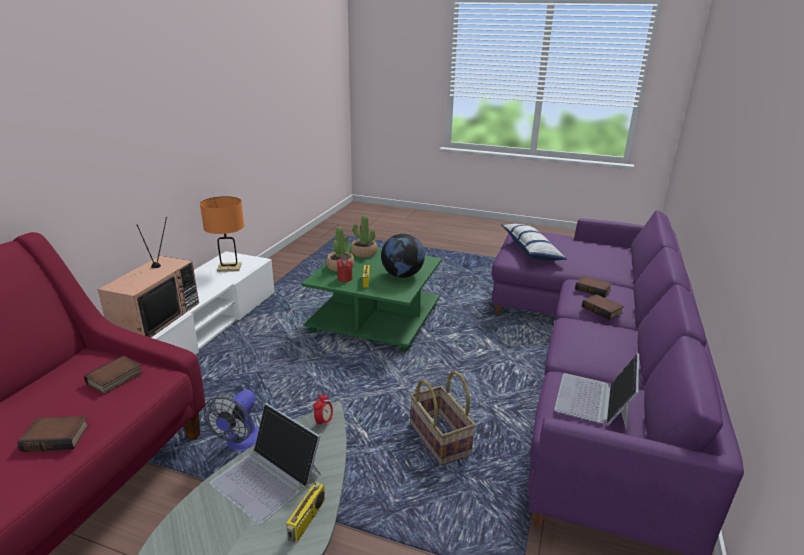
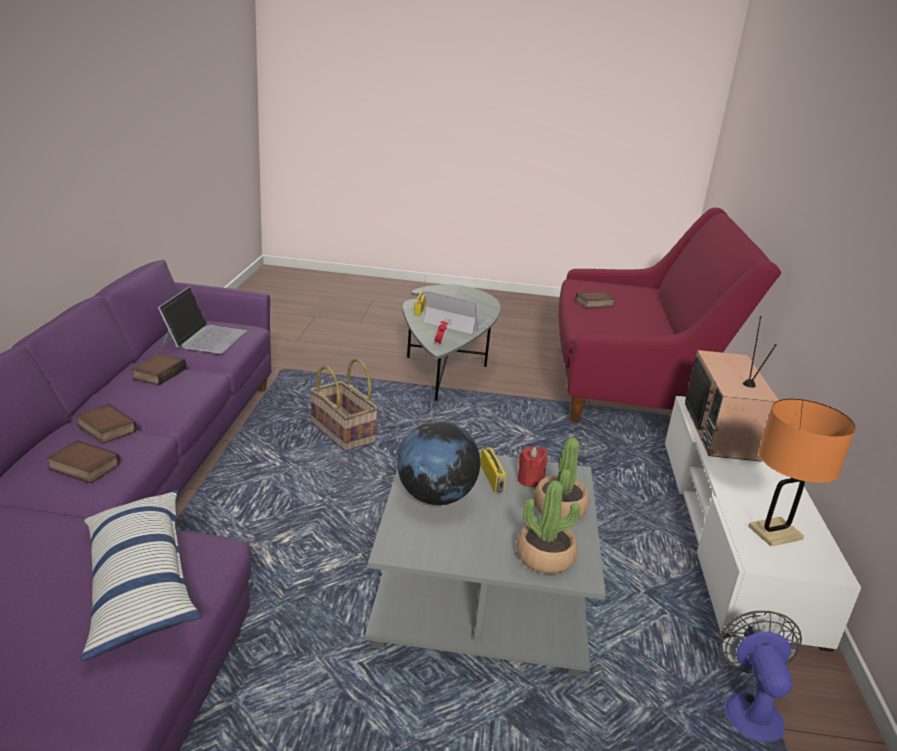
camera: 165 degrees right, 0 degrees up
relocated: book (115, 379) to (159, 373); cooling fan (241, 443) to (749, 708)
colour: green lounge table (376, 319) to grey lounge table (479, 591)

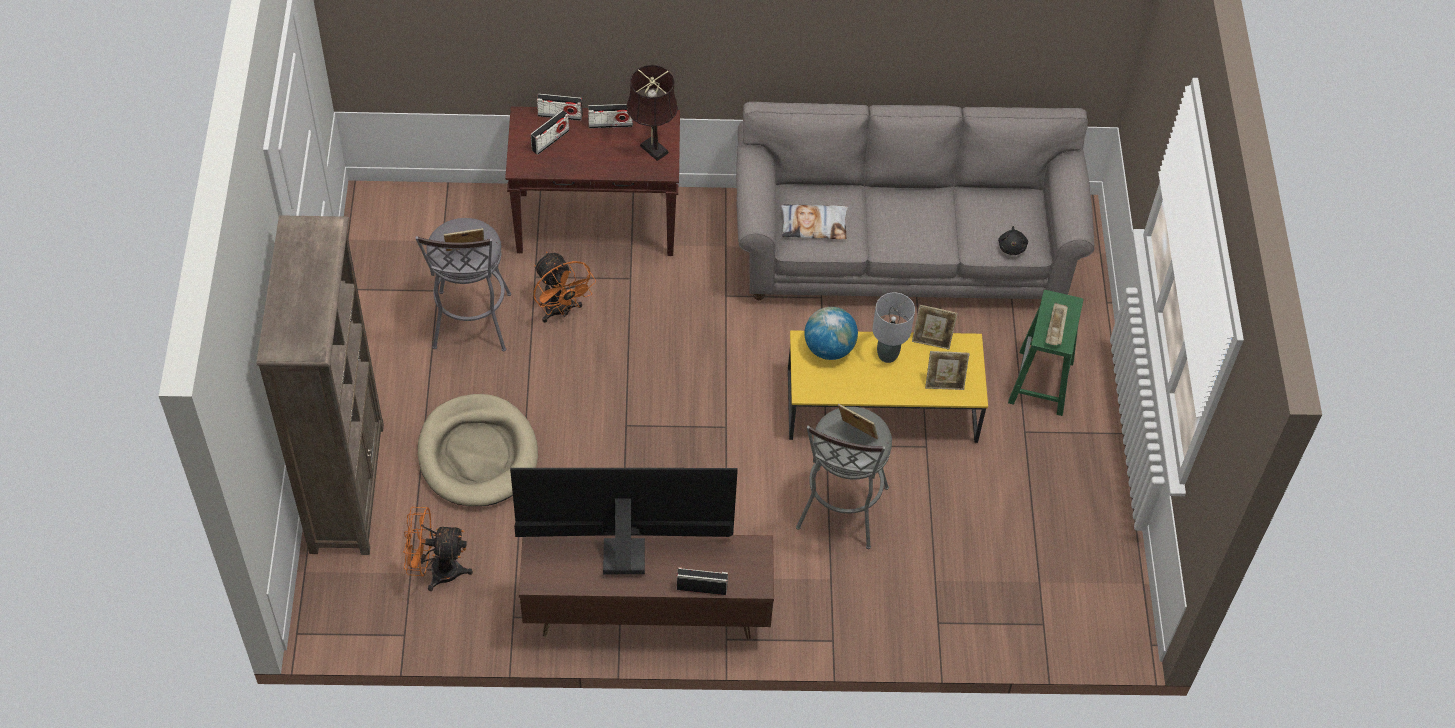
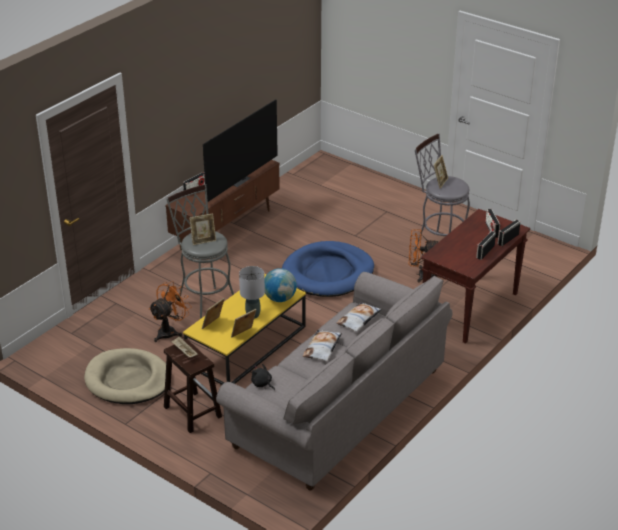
camera: 130 degrees right, 20 degrees down
missing: brown table lamp (652, 147); brown bookshelf (347, 487)
appeared: blue dog bed (328, 273); throw pillow (322, 348)
relocated: sand-coloured dog bed (478, 454) to (128, 380); orange cooling fan (436, 570) to (170, 331)
colour: green sitting stool (1041, 383) to brown sitting stool (192, 411)

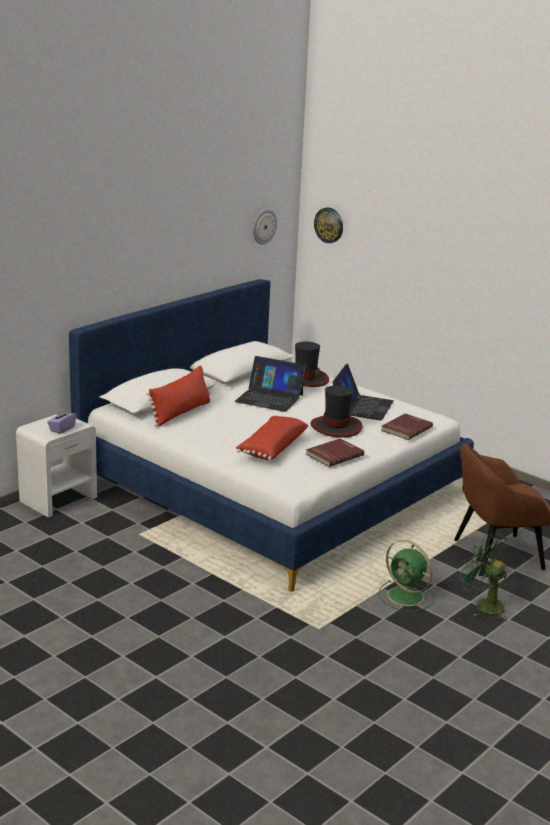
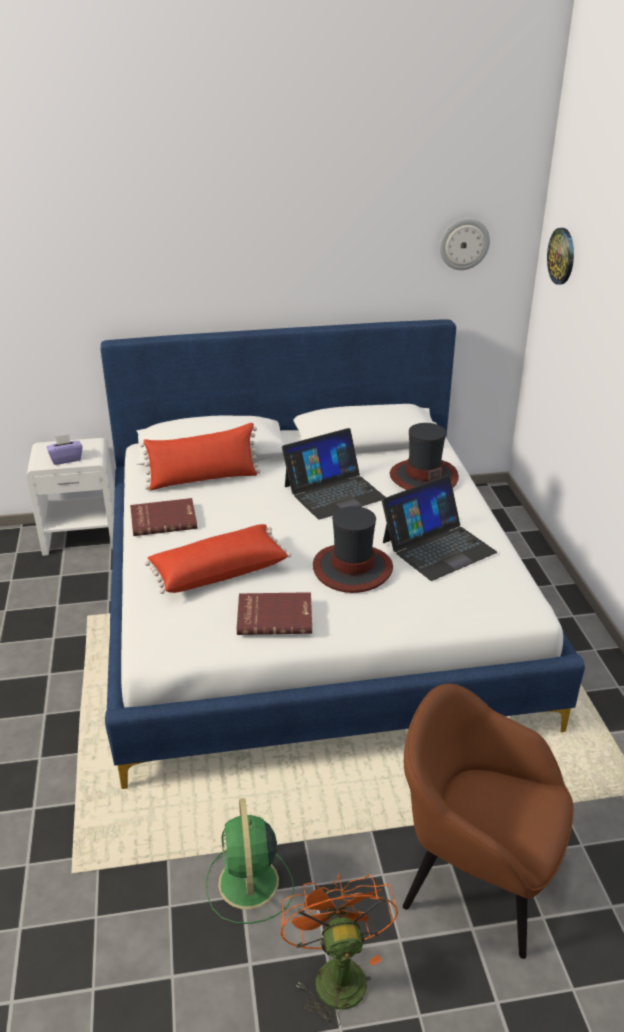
camera: 40 degrees right, 10 degrees up
relocated: red book (405, 428) to (163, 519)
colour: green cooling fan (483, 605) to orange cooling fan (336, 972)
spun: notebook computer (269, 398) = (334, 492) 90 degrees counterclockwise

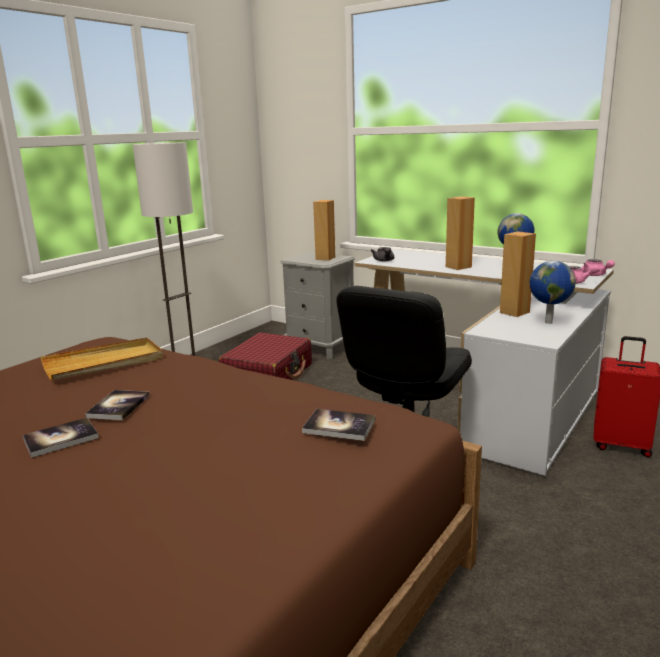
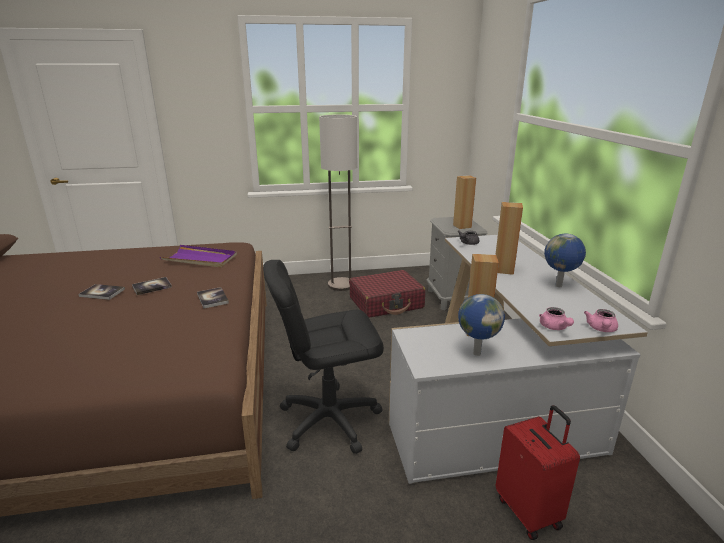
camera: 45 degrees right, 5 degrees up
relocated: book (339, 426) to (212, 298)
colour: sand-coloured tray (104, 363) to purple tray (200, 259)

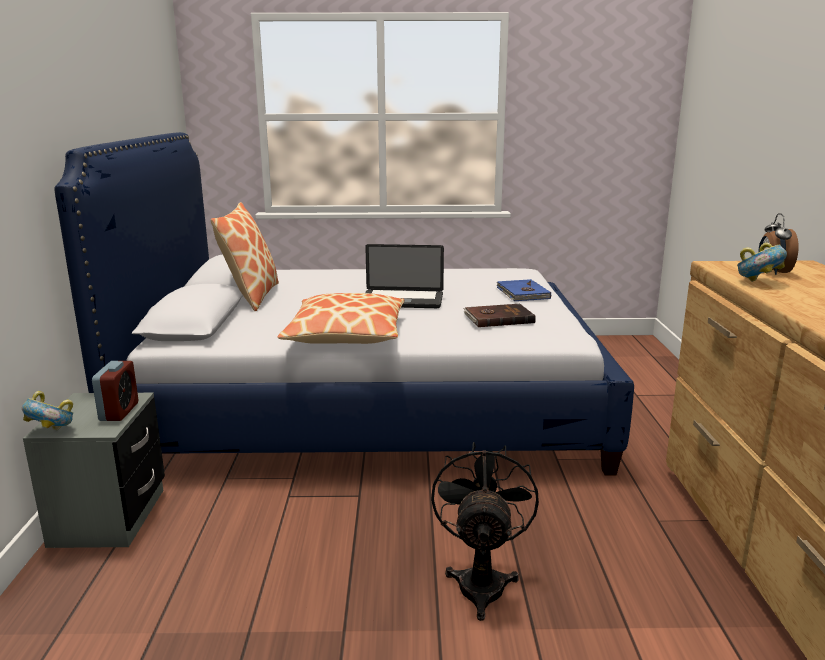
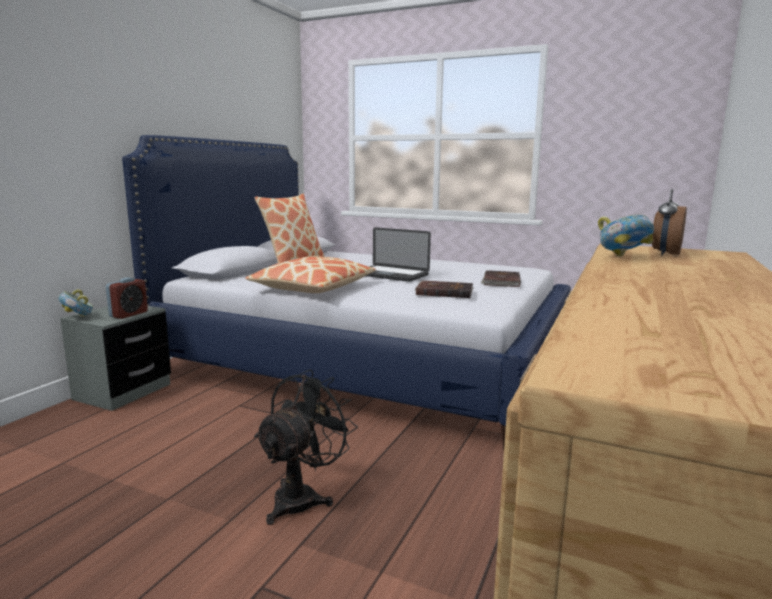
camera: 25 degrees right, 5 degrees down
colour: blue book (522, 293) to brown book (500, 281)

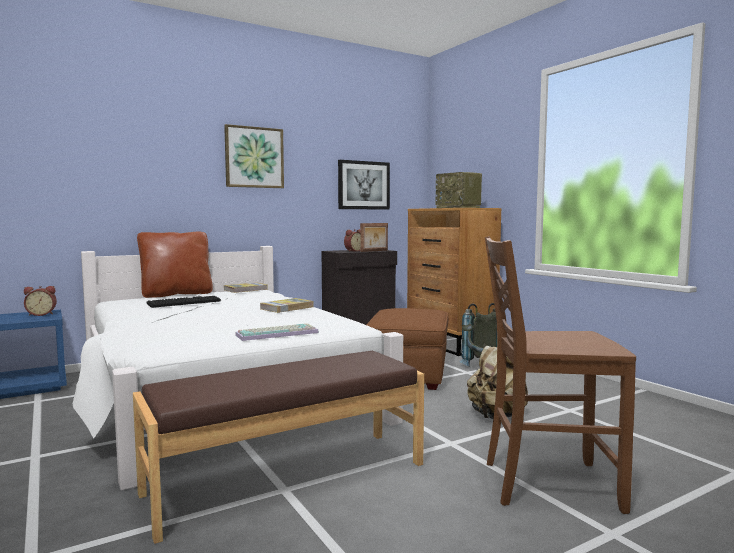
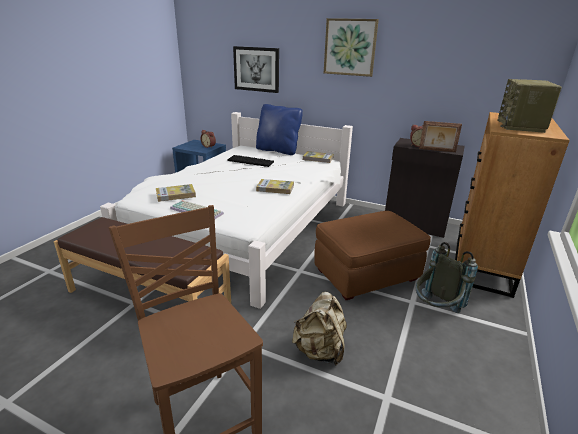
camera: 55 degrees right, 20 degrees up
appeared: book (175, 194)
relocated: picture (363, 185) to (256, 69)
colour: brown throw pillow (176, 294) to blue throw pillow (278, 150)

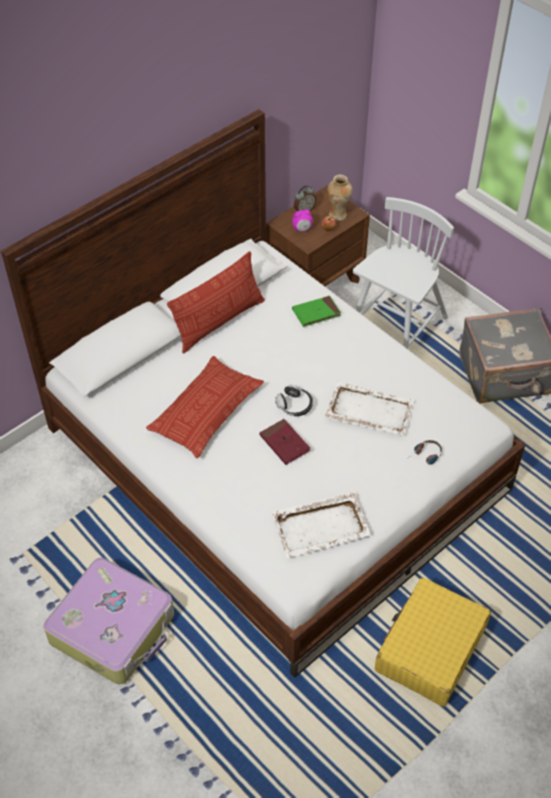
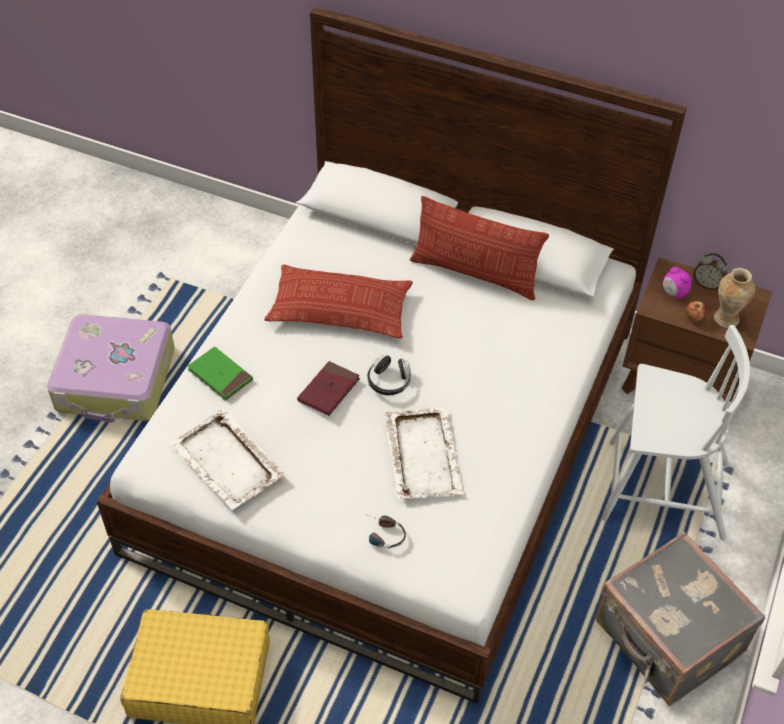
camera: 65 degrees right, 0 degrees up
relocated: green book (316, 313) to (220, 375)

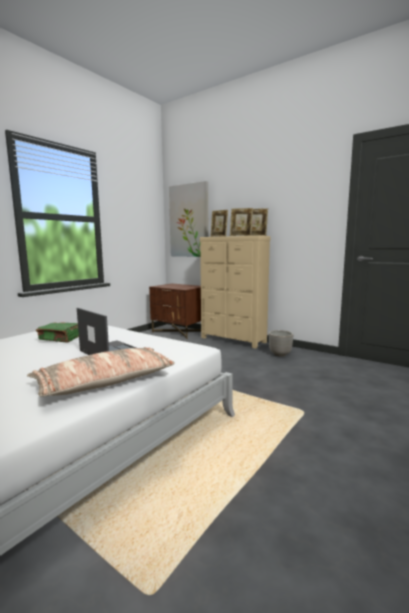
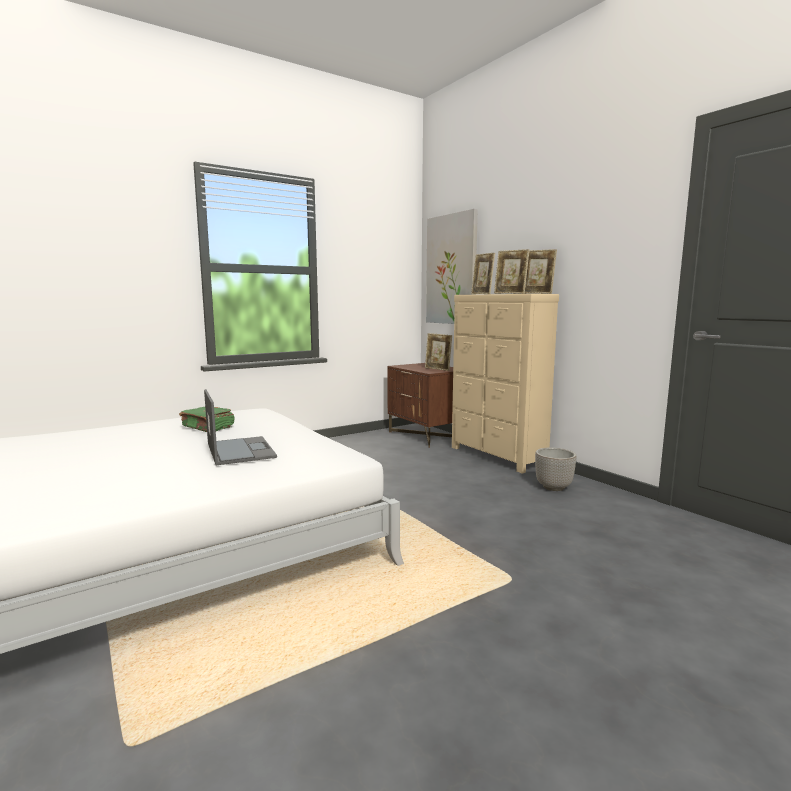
camera: 20 degrees right, 0 degrees up
missing: throw pillow (106, 383)
appeared: picture frame (437, 369)

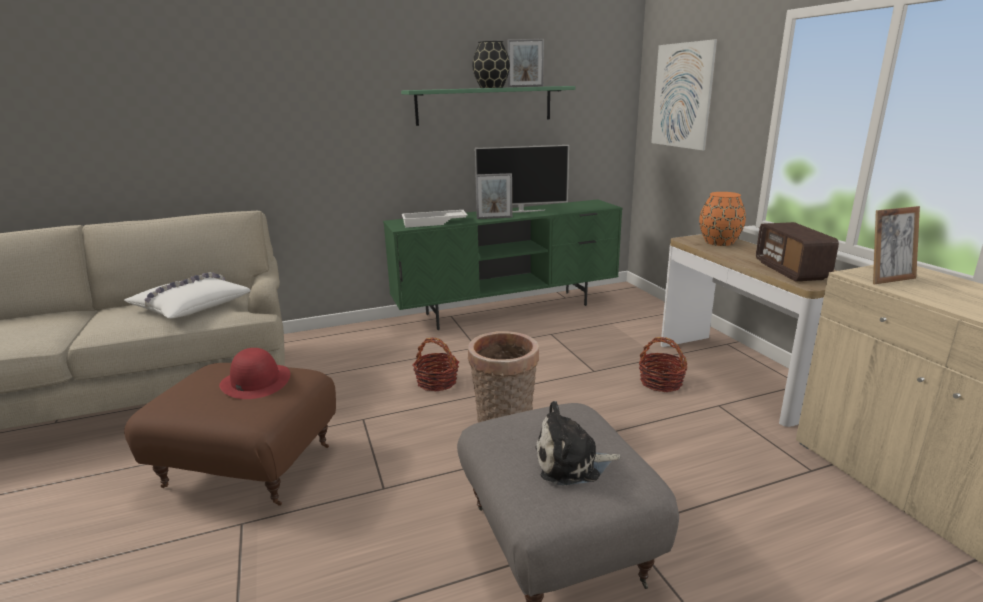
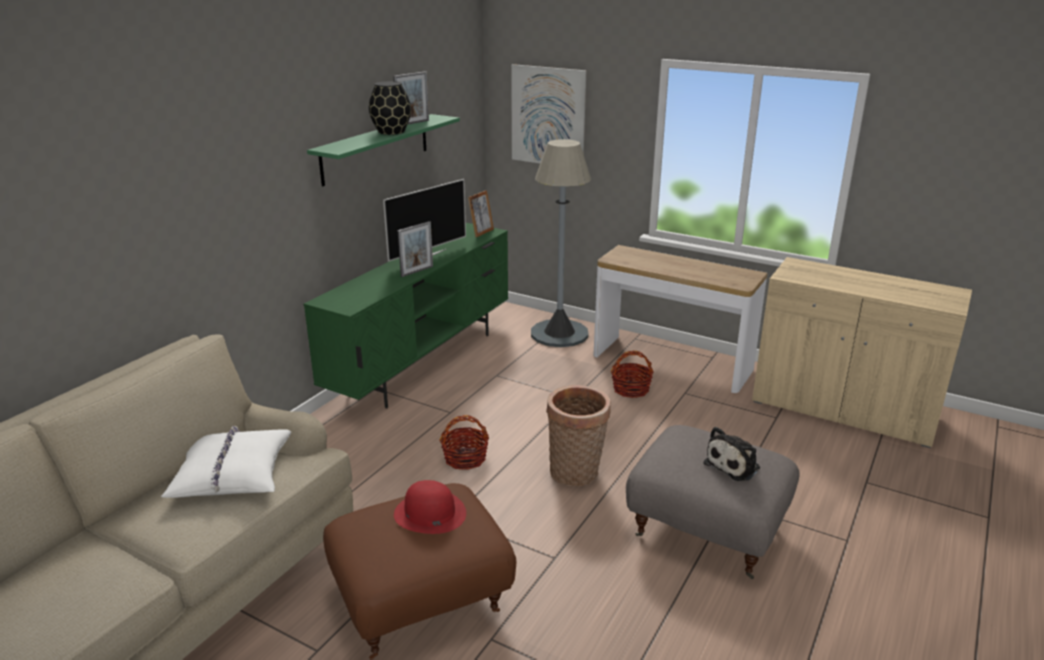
camera: 40 degrees left, 5 degrees up
missing: orange decorative vase (718, 242); whitish tray (434, 223); radio receiver (790, 270)
appeared: grey floor lamp (559, 333)
relocated: picture frame (888, 279) to (481, 232)

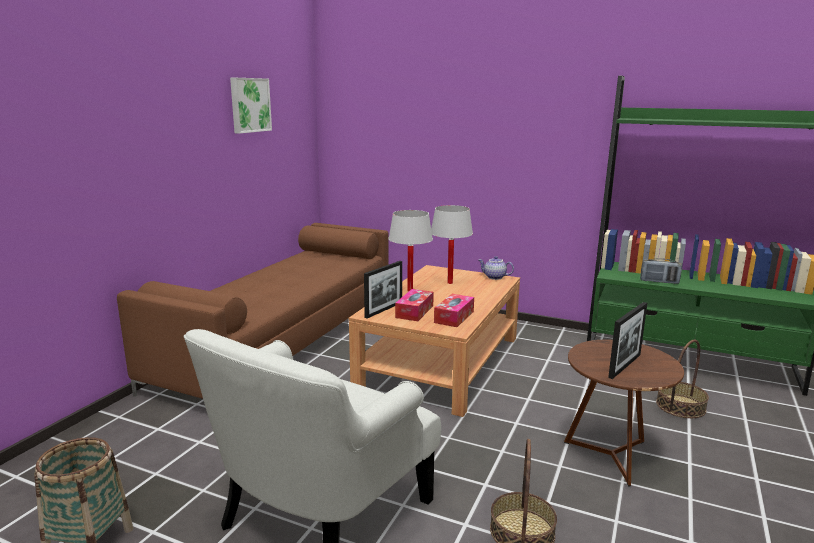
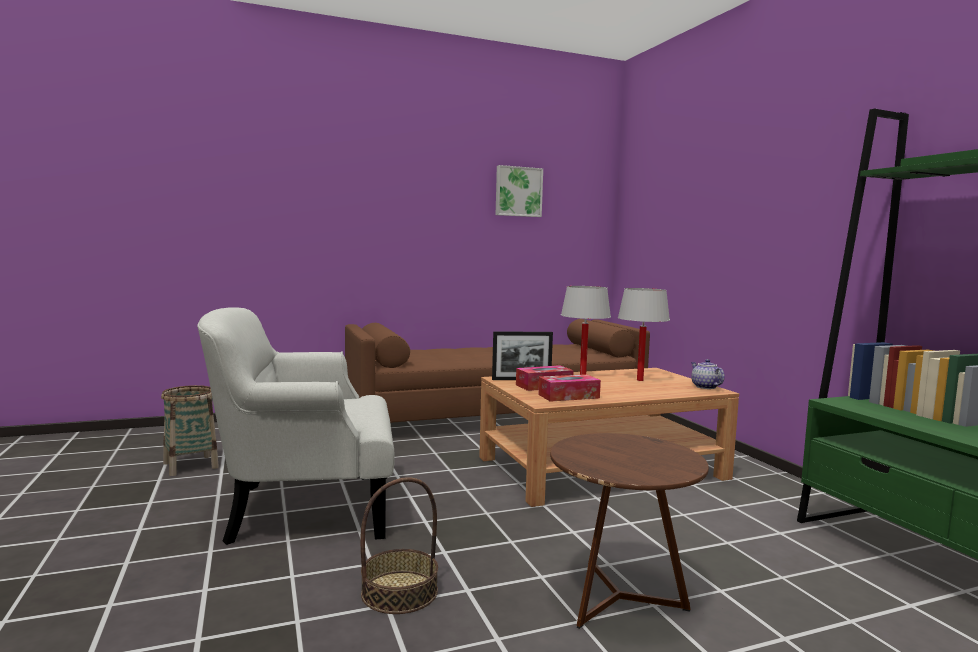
camera: 45 degrees right, 10 degrees down
missing: radio receiver (659, 282); picture frame (624, 366); basket (680, 406)

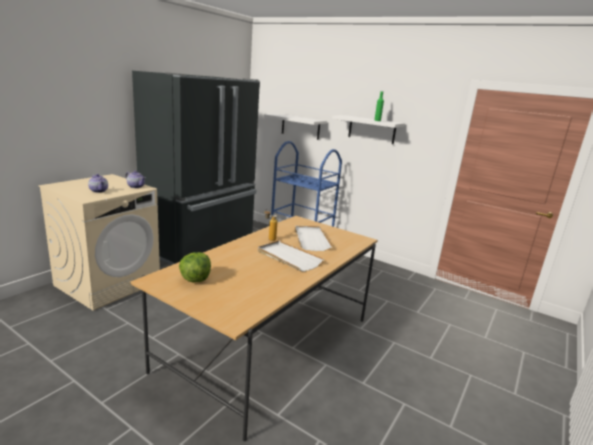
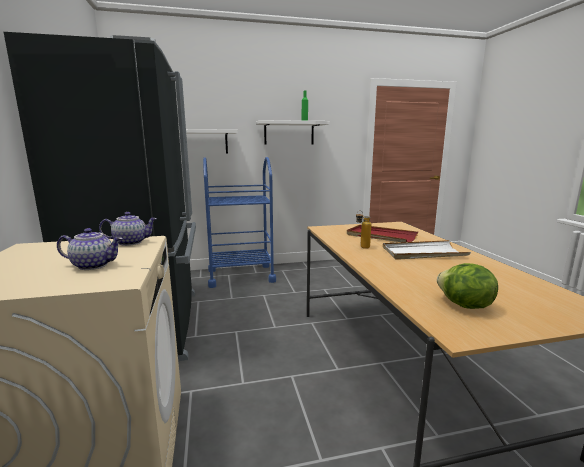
camera: 45 degrees left, 5 degrees down
colour: whitish tray (311, 239) to red tray (380, 236)

